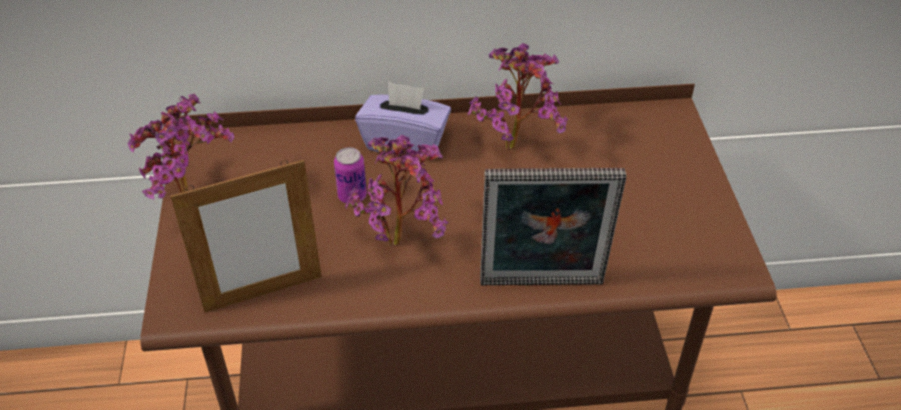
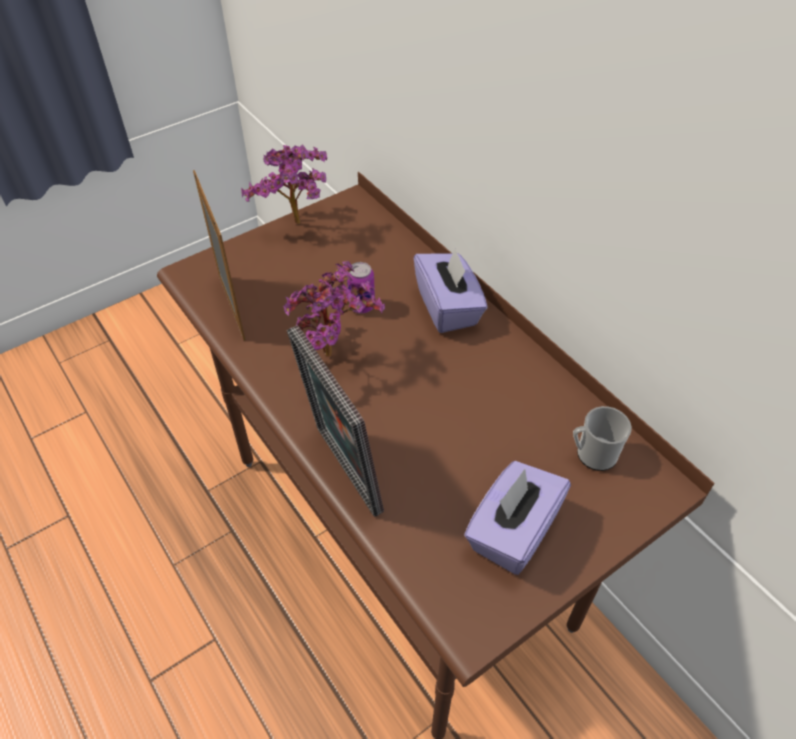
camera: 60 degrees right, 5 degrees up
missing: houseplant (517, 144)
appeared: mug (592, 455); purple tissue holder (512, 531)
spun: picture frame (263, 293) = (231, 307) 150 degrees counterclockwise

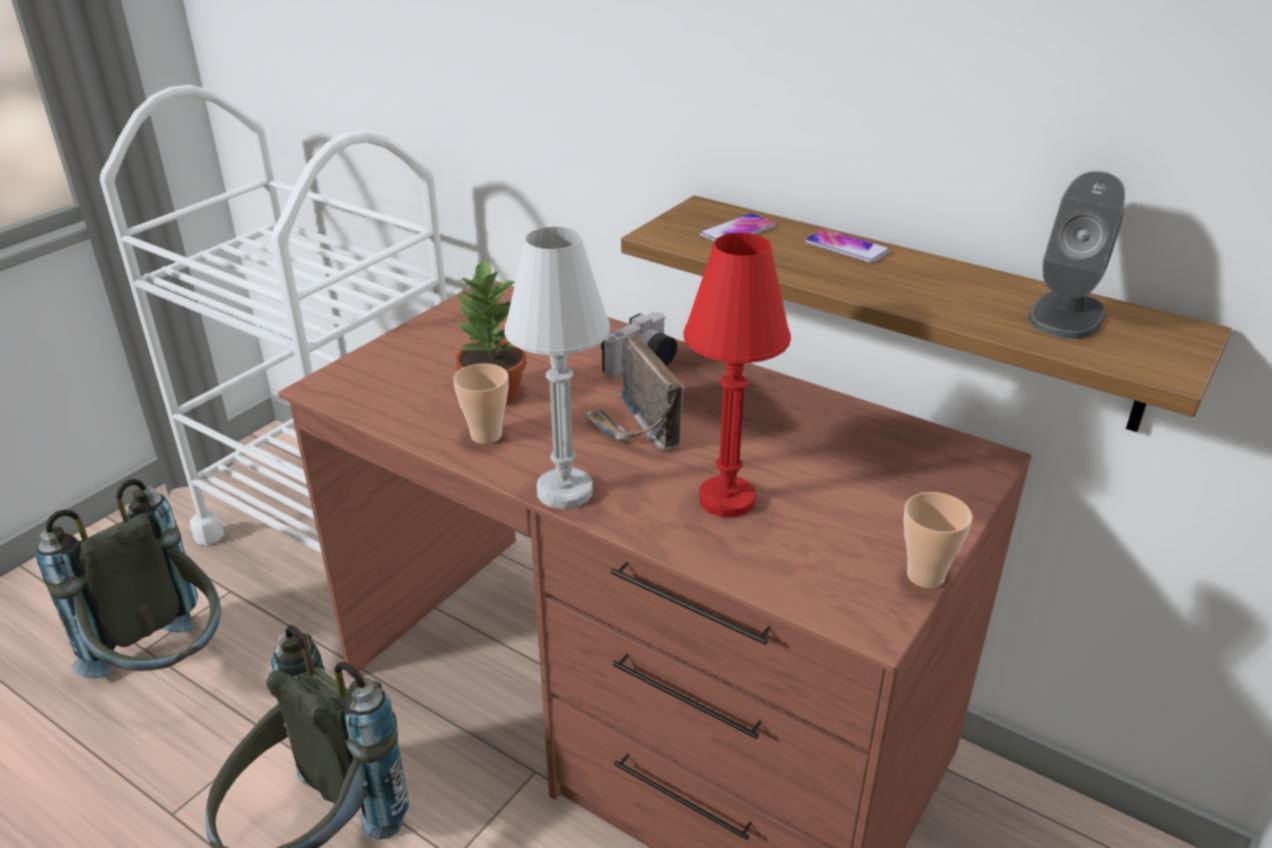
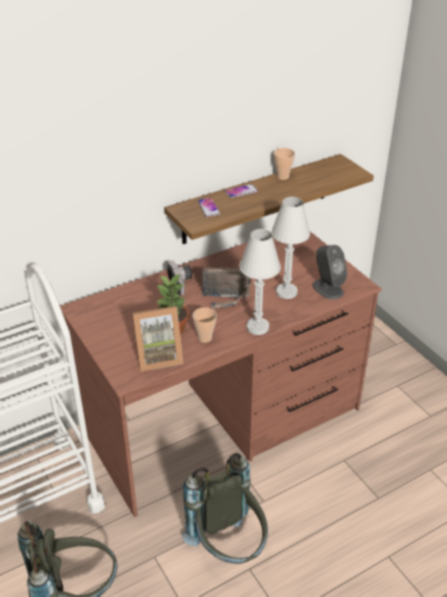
camera: 65 degrees left, 5 degrees up
appeared: picture frame (158, 356)
relocated: grey loudspeaker (1066, 315) to (327, 288); drinking cup (925, 576) to (282, 177)
colour: red table lamp (727, 500) to whitish table lamp (286, 292)

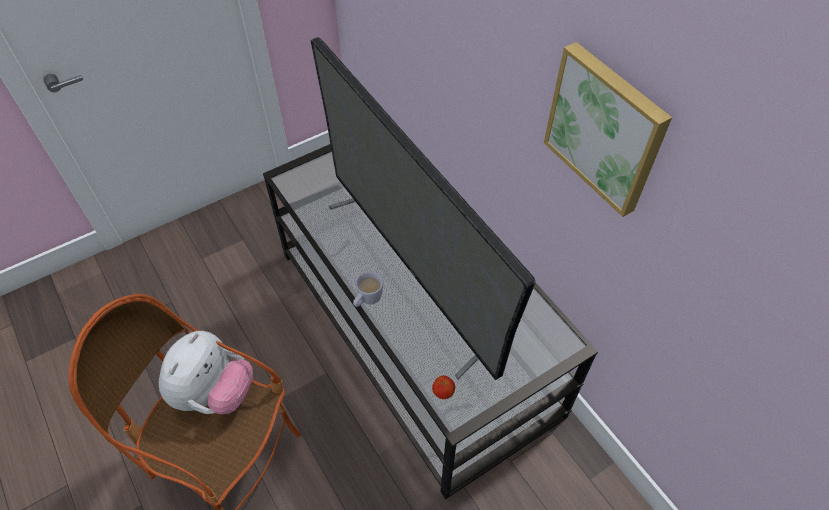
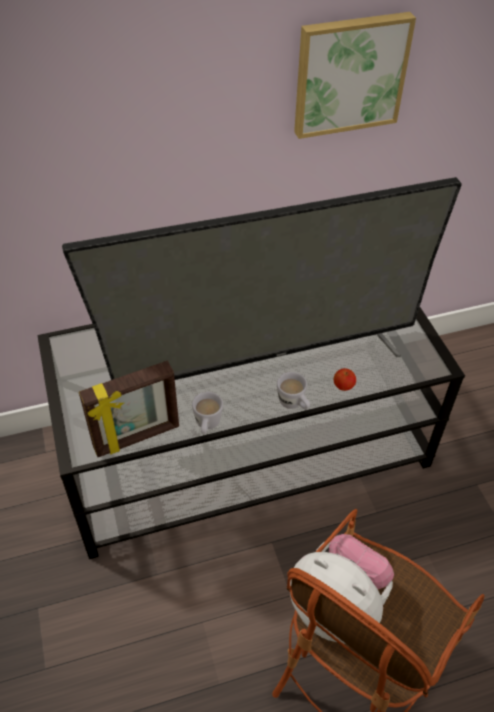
camera: 75 degrees left, 5 degrees down
appeared: picture frame (137, 438); whitish mug (207, 426)
relocated: whole apple (443, 392) to (343, 386)

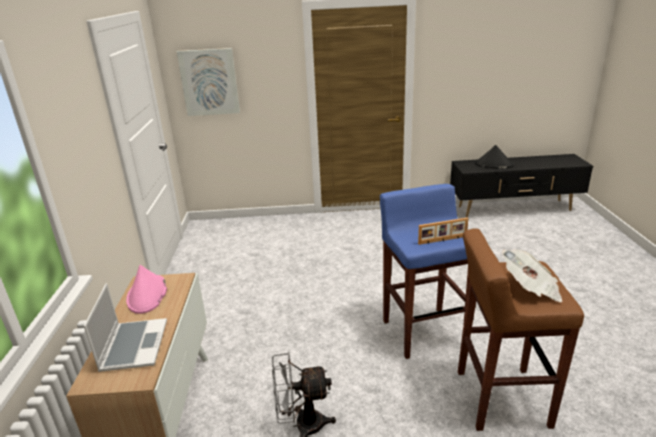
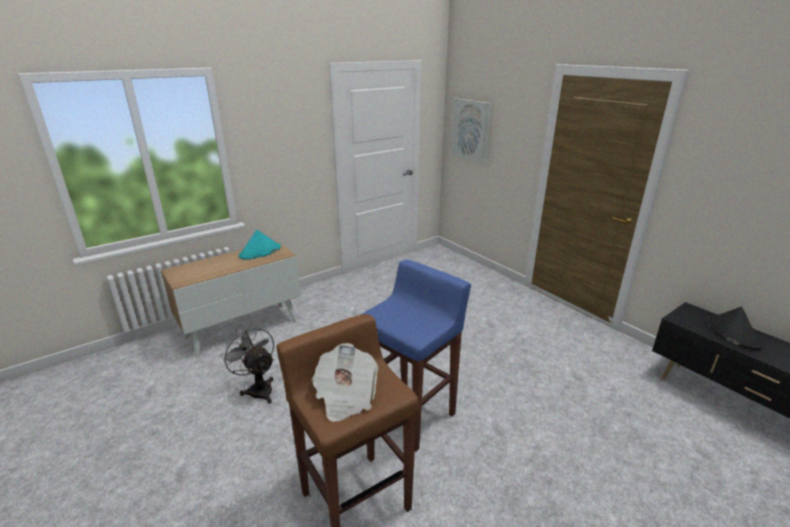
camera: 55 degrees right, 0 degrees up
missing: picture frame (442, 240); notebook computer (133, 345)
colour: pink-coloured clothing hat (147, 295) to blue-green clothing hat (260, 252)

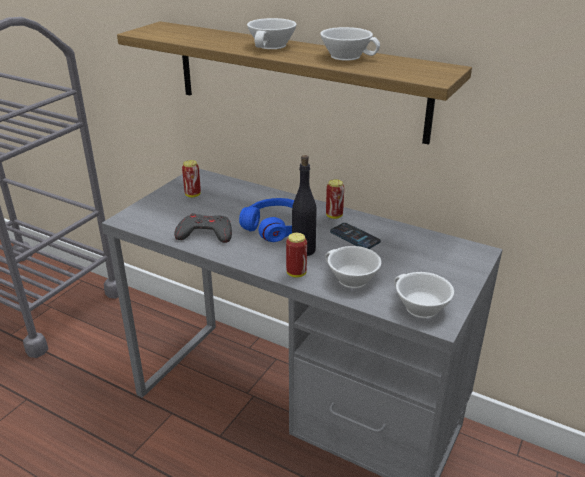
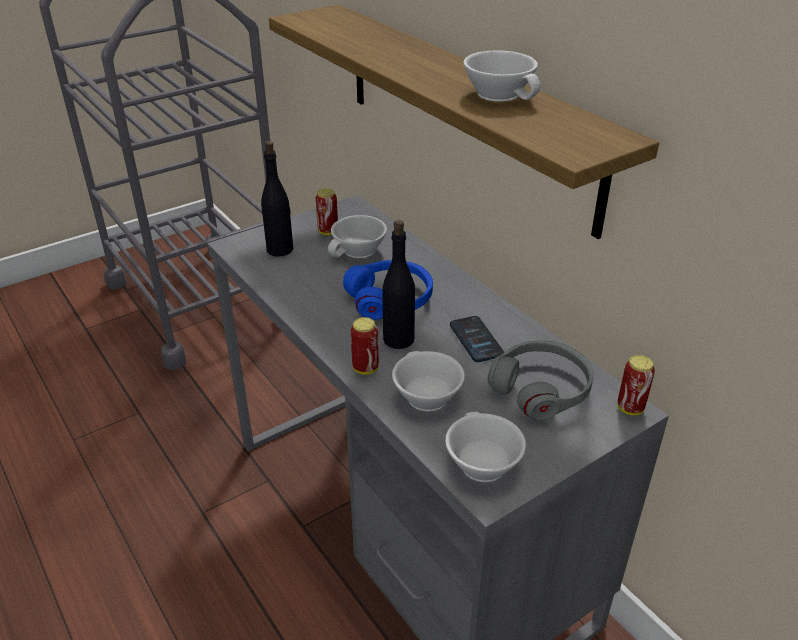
camera: 25 degrees right, 5 degrees up
missing: grey game controller (205, 233)
appeared: black-coloured drink bottle (280, 249); grey headset (541, 388)
relocated: whitish drinking cup (273, 46) to (359, 251); metal can (334, 216) to (630, 408)

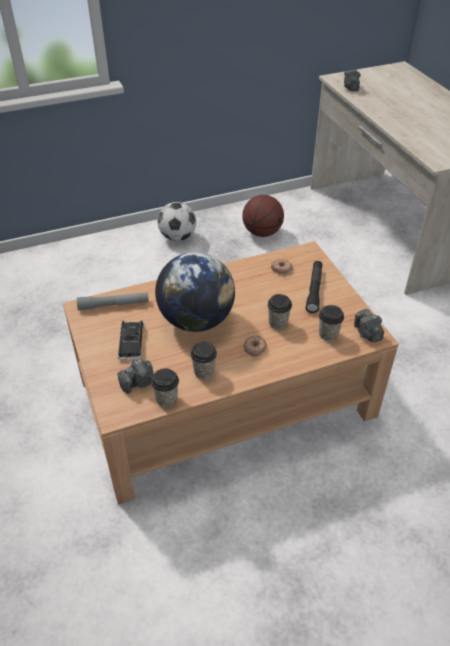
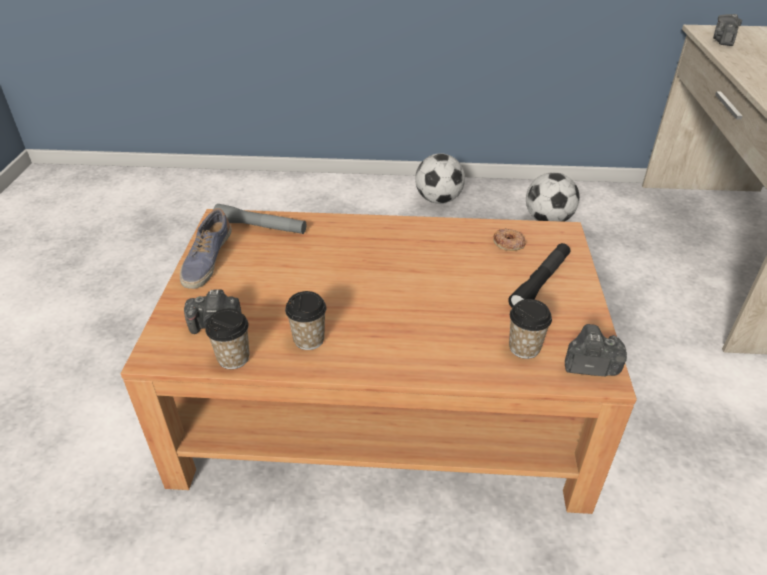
camera: 25 degrees right, 5 degrees down
missing: world globe (196, 320); drinking cup (278, 323); black-coloured miniature car (131, 342); ring doughnut (254, 348)
appeared: item of footwear (207, 261)
exchanged: basketball ball (262, 232) to ball for football (548, 220)
spun: still camera (367, 333) = (589, 365) 90 degrees clockwise

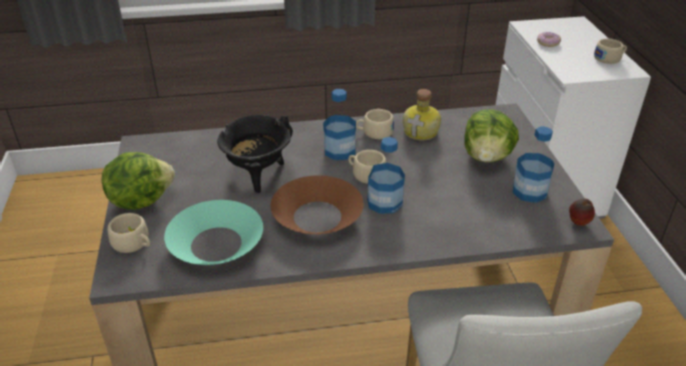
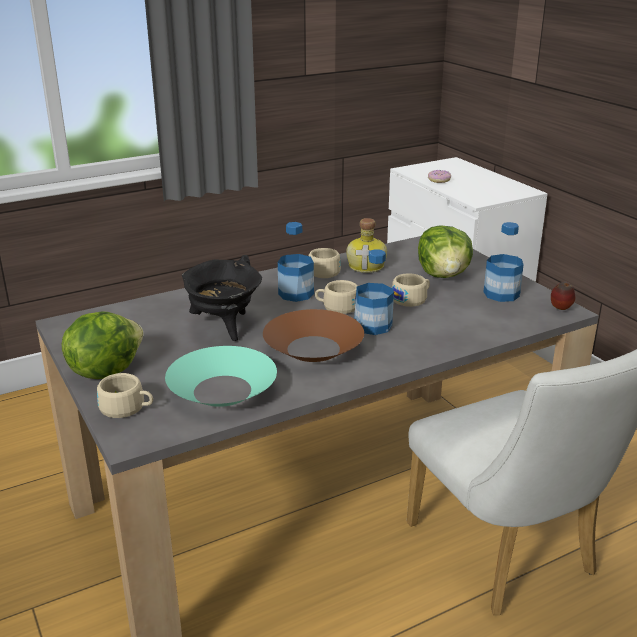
camera: 20 degrees left, 10 degrees down
relocated: sand-coloured drinking cup (609, 58) to (412, 299)

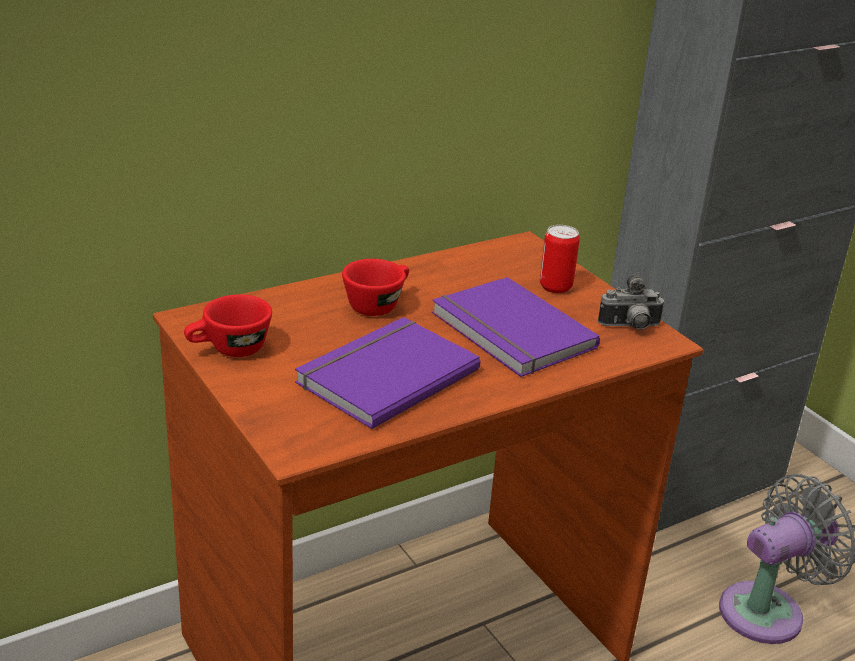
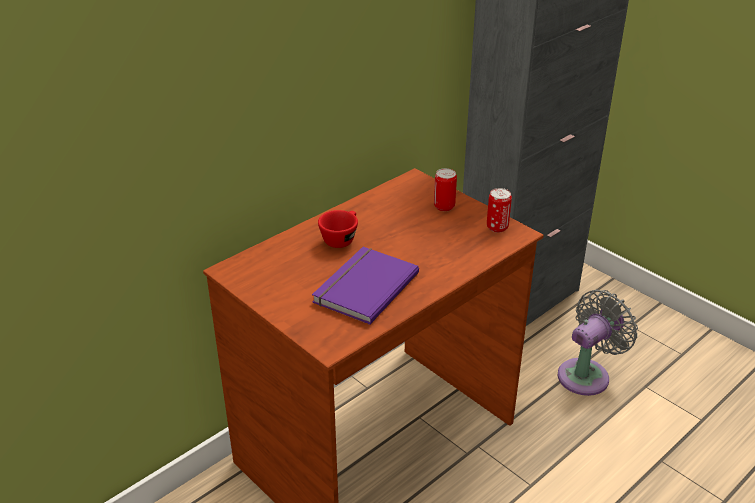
camera: 10 degrees left, 5 degrees up
missing: purple book (509, 332); red drinking cup (229, 350)
exchanged: still camera (630, 327) to metal can (497, 227)

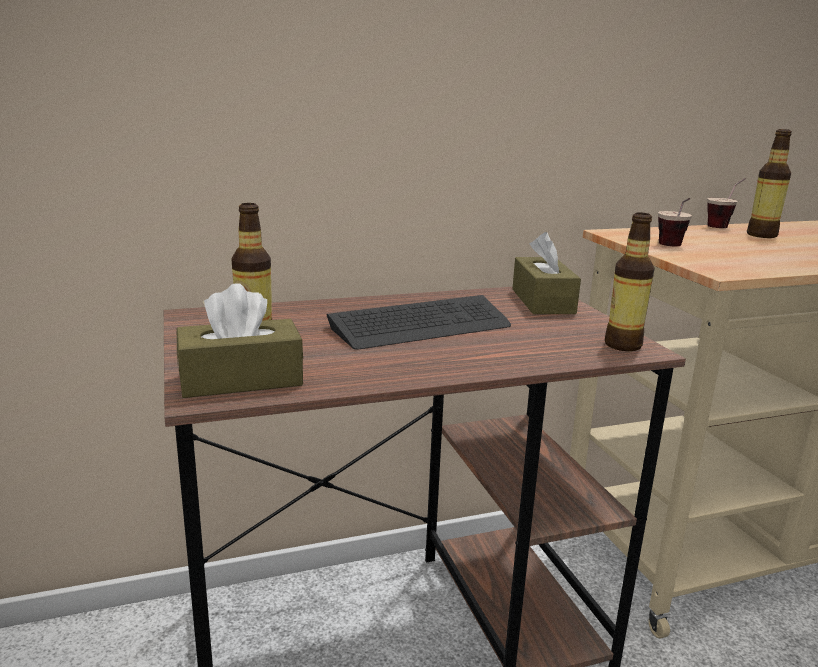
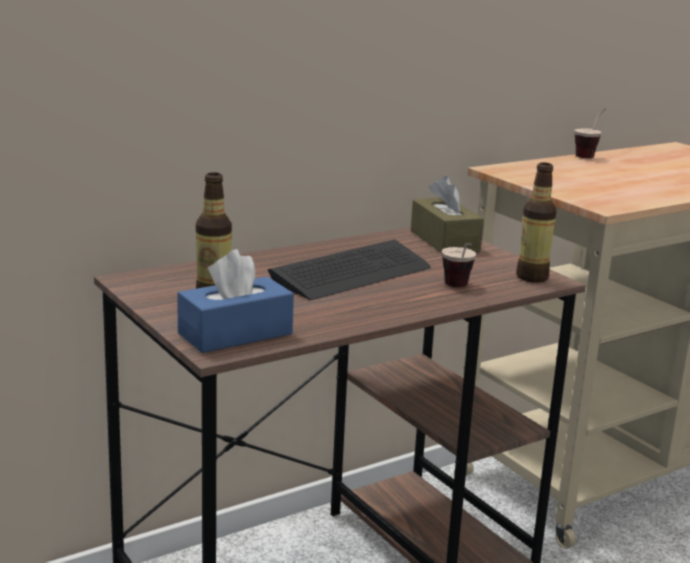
camera: 15 degrees left, 0 degrees up
missing: drink bottle (761, 235)
relocated: drinking cup (672, 247) to (459, 289)
colour: brown tissue holder (241, 379) to blue tissue holder (235, 334)

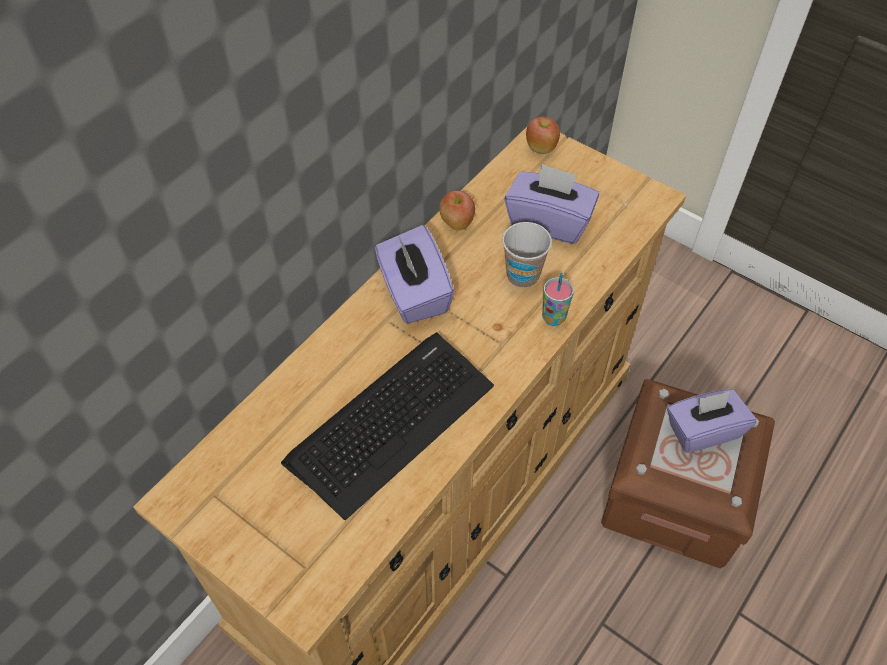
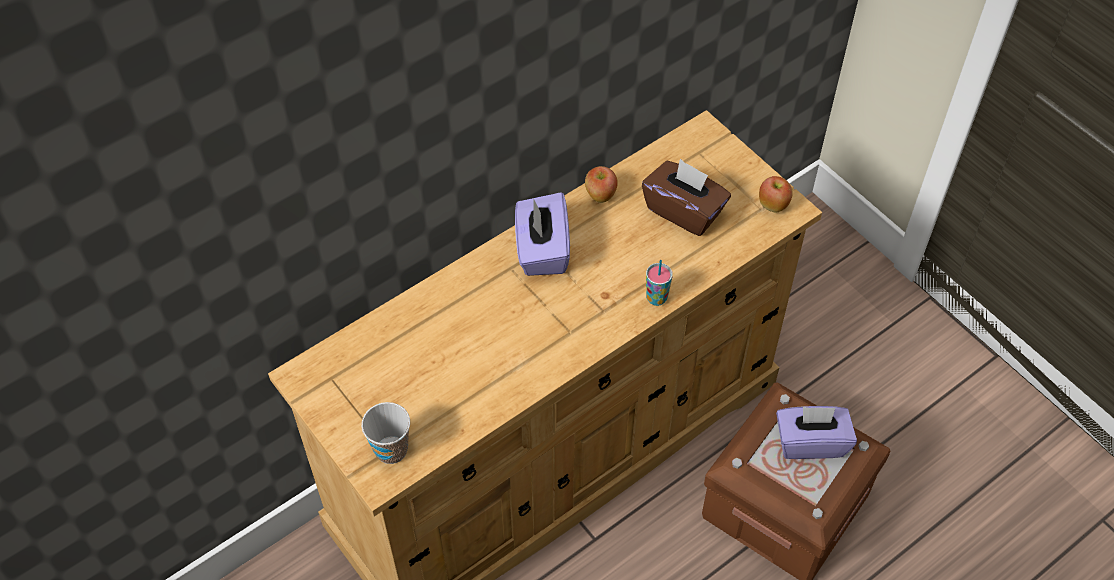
camera: 15 degrees right, 0 degrees up
missing: computer keyboard (391, 422)
relocated: whole apple (541, 148) to (773, 205); drinking cup (522, 276) to (391, 450)
colour: purple tissue holder (549, 221) to brown tissue holder (684, 211)

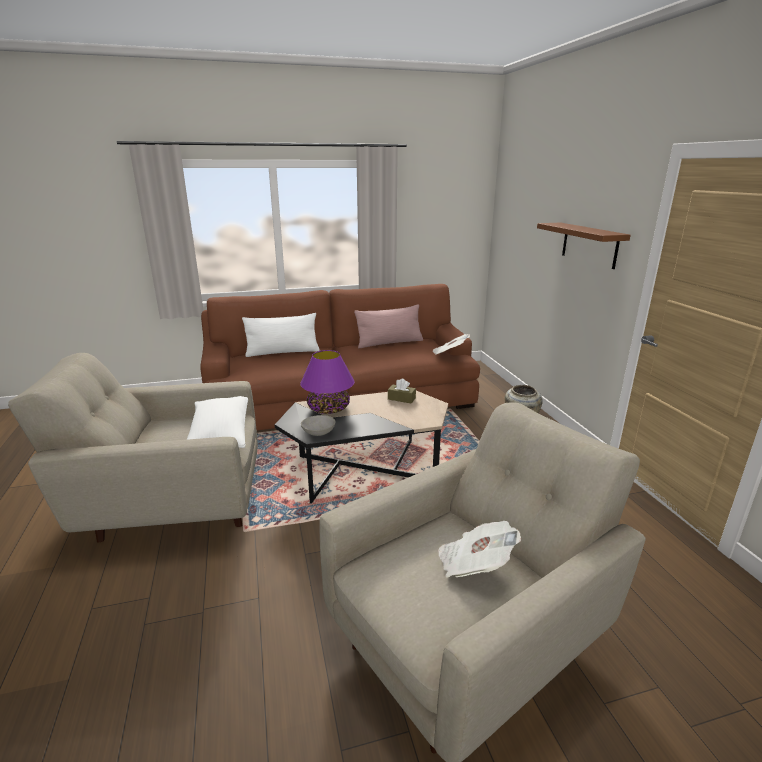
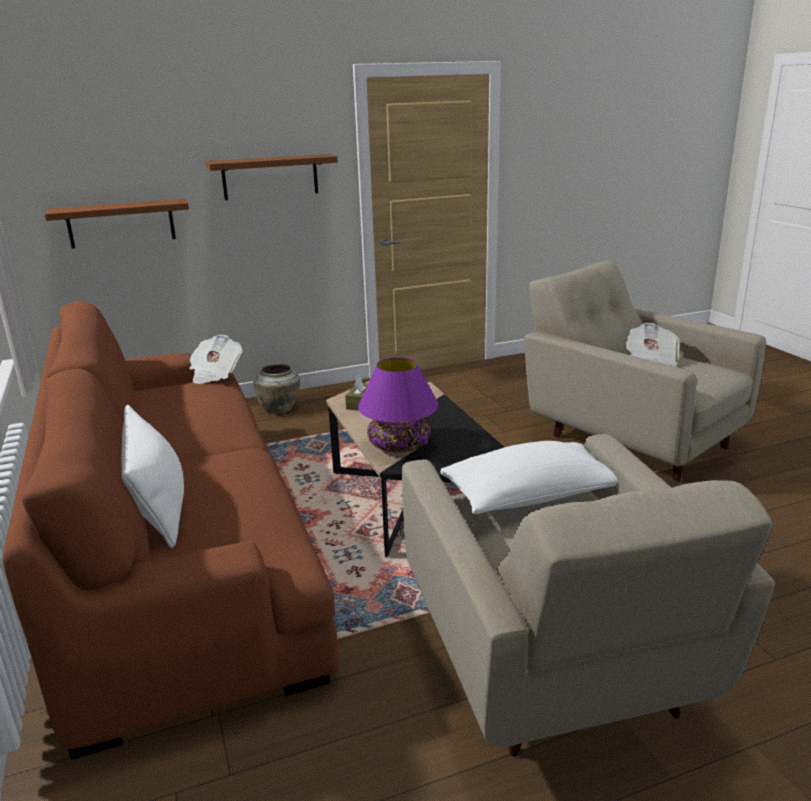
camera: 95 degrees left, 0 degrees up
missing: pink-coloured throw pillow (389, 343); grey deep dish (318, 433)
appeared: brown wall shelf (121, 223)

